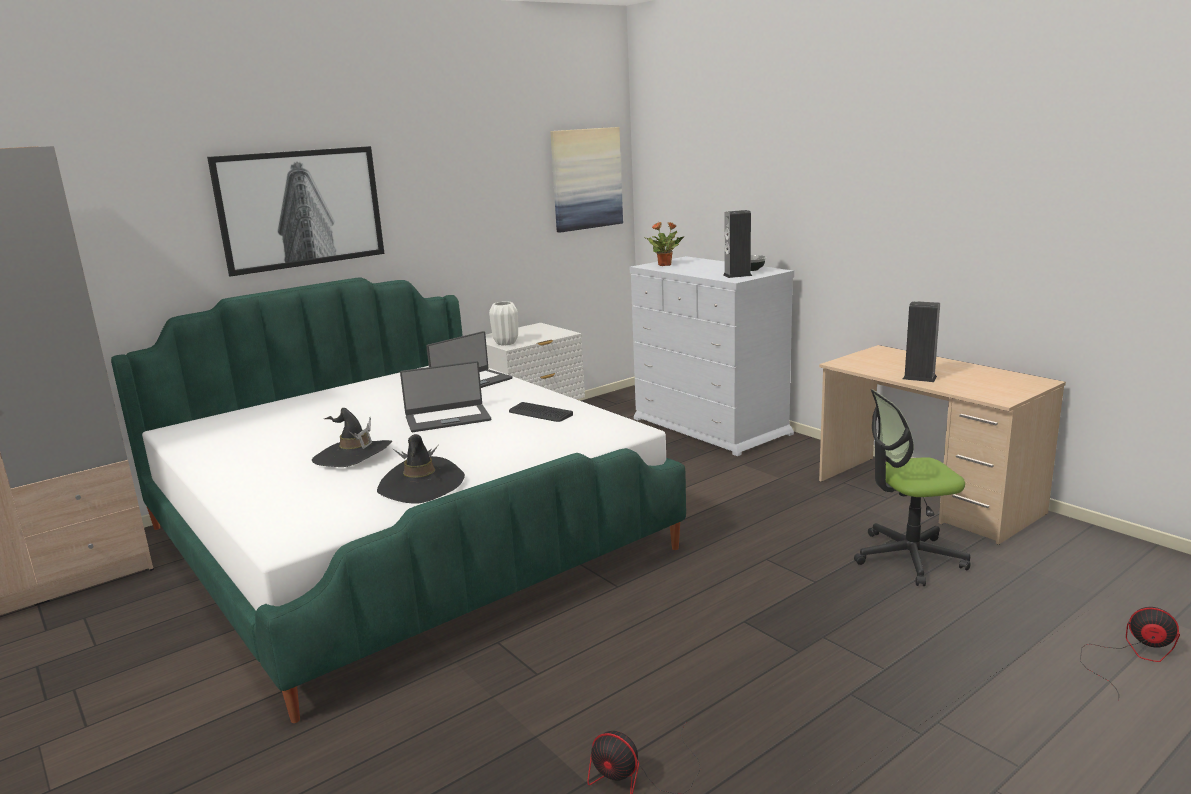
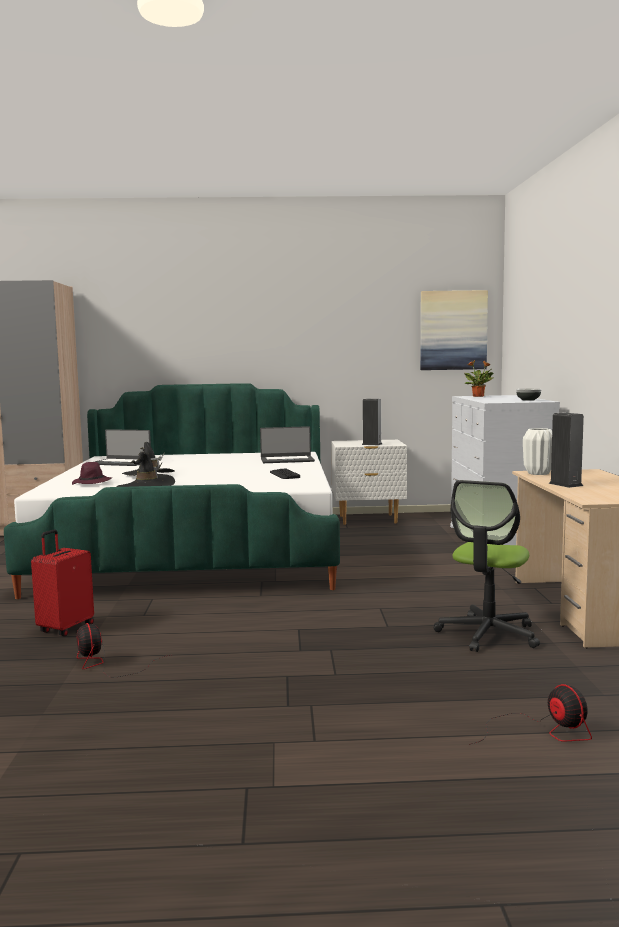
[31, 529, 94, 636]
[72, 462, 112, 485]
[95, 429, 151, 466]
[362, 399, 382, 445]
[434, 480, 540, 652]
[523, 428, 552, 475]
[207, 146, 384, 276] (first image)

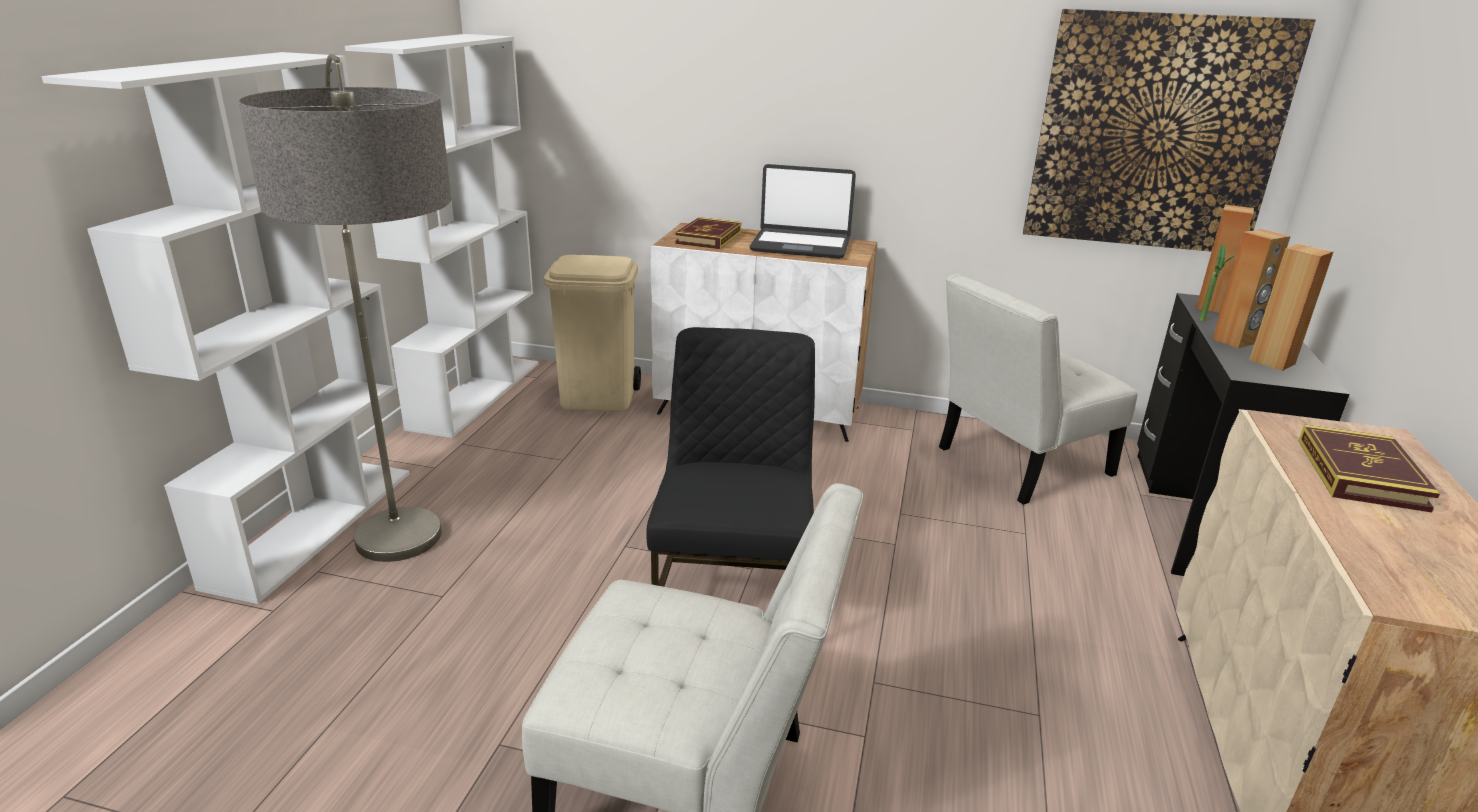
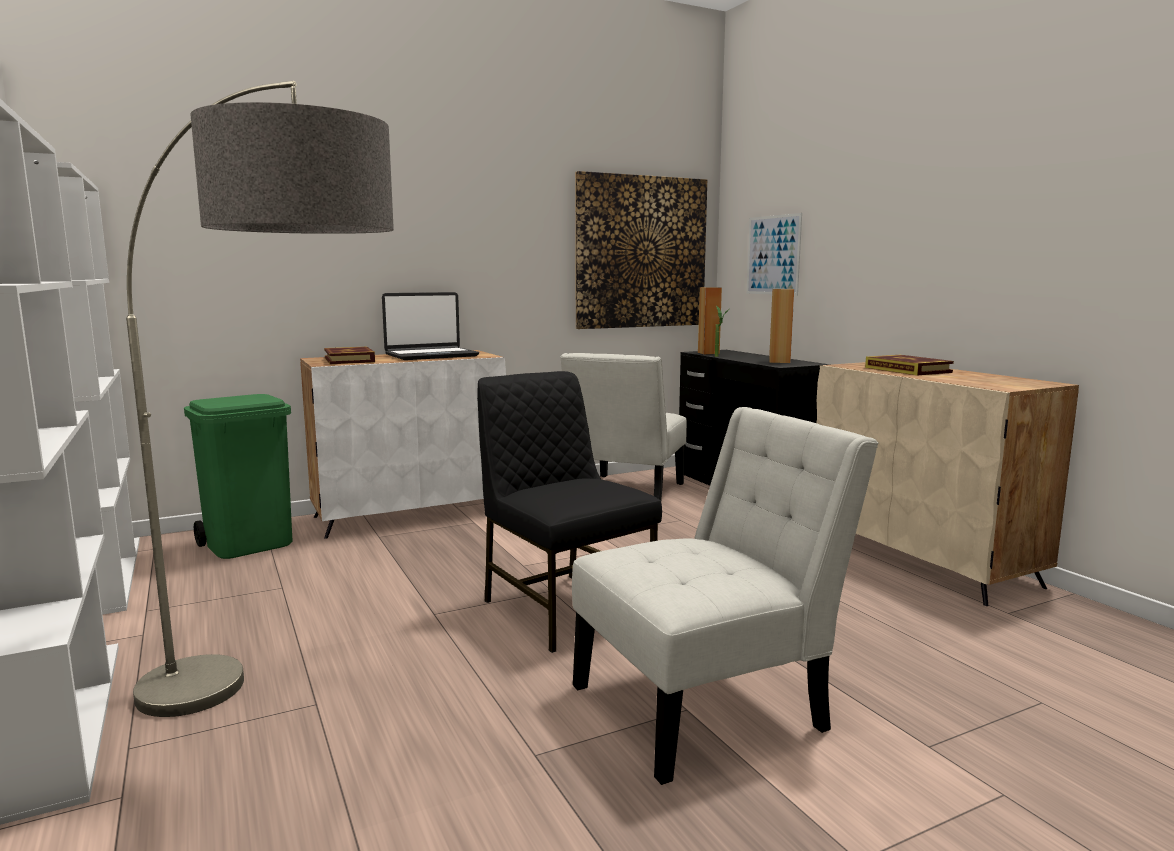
[184, 394, 292, 559]
[747, 213, 802, 295]
[1213, 229, 1291, 348] (first image)

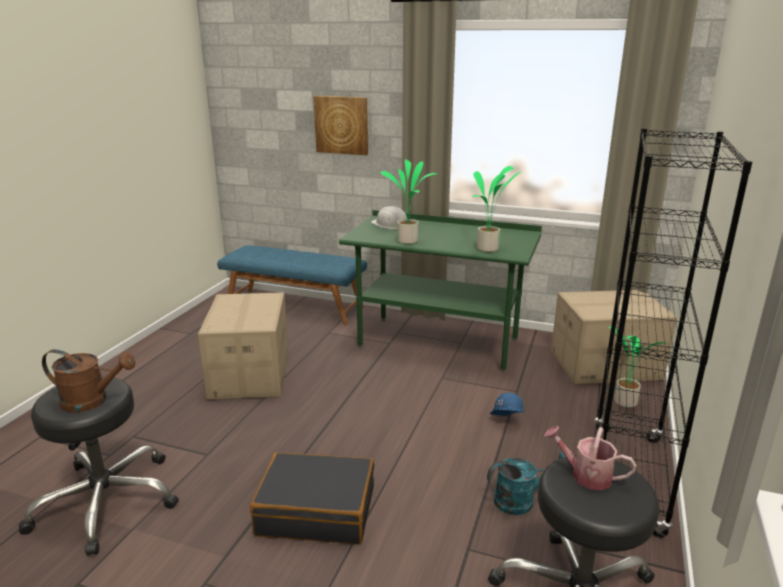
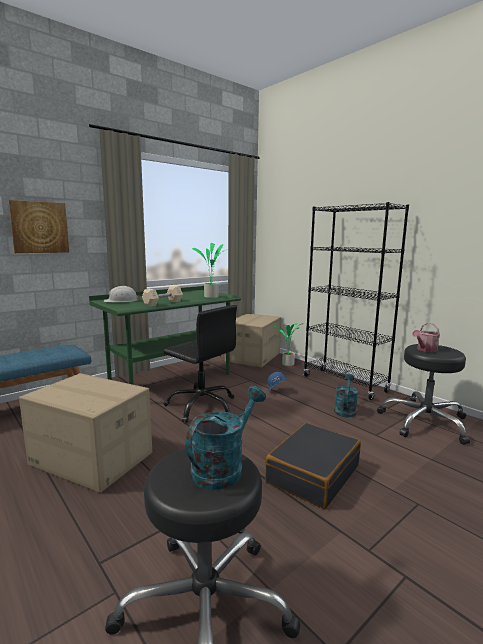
[142, 286, 183, 306]
[163, 305, 237, 423]
[186, 386, 266, 490]

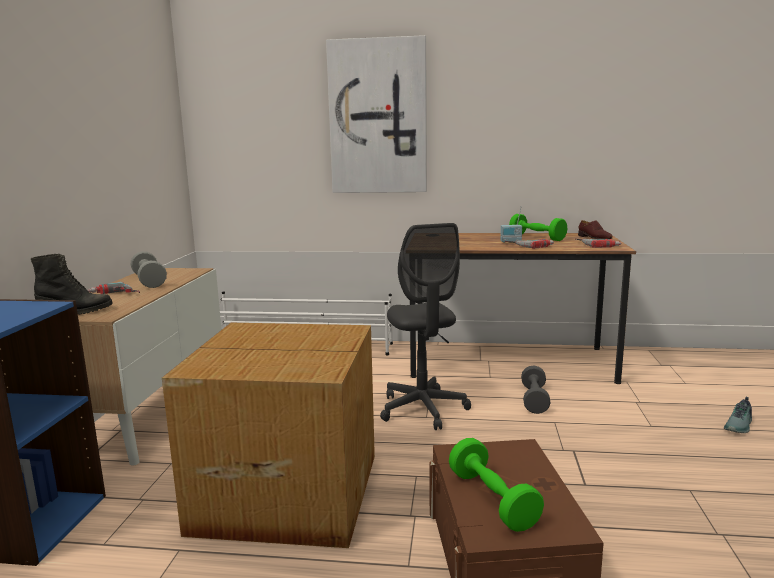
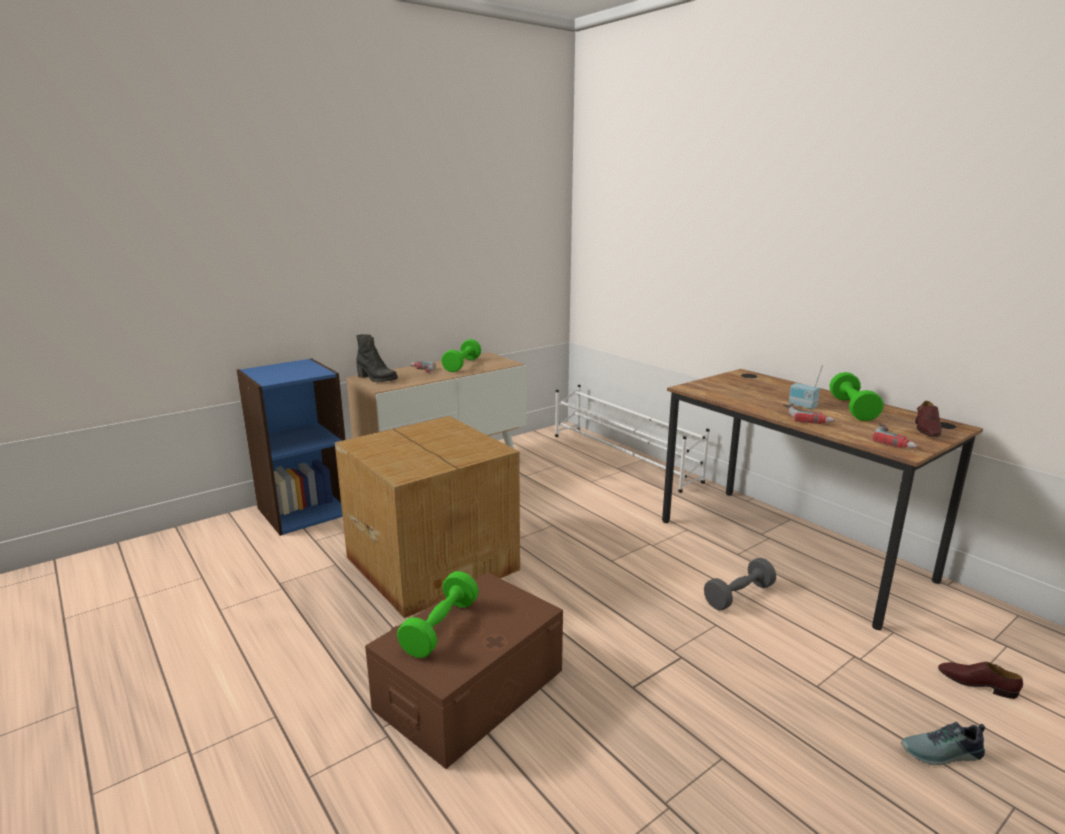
[441, 339, 481, 372]
[938, 662, 1023, 699]
[326, 35, 427, 193] (first image)
[380, 223, 471, 430] (first image)

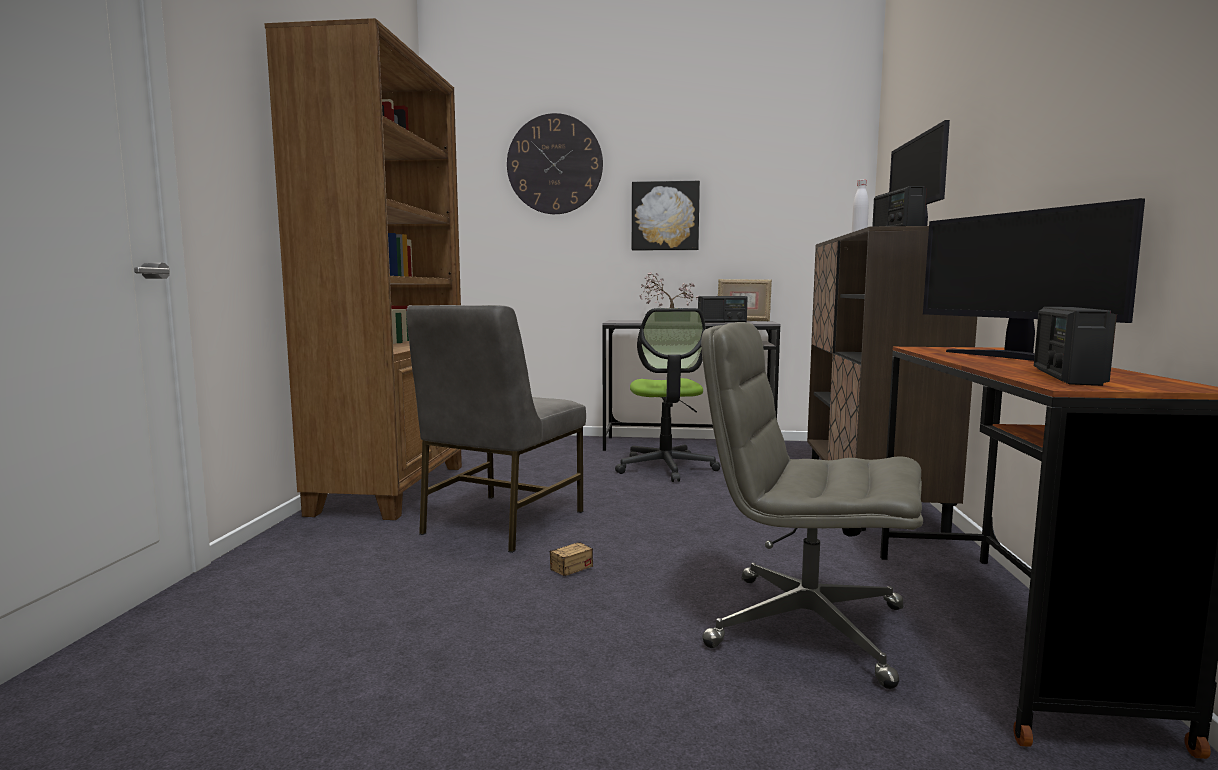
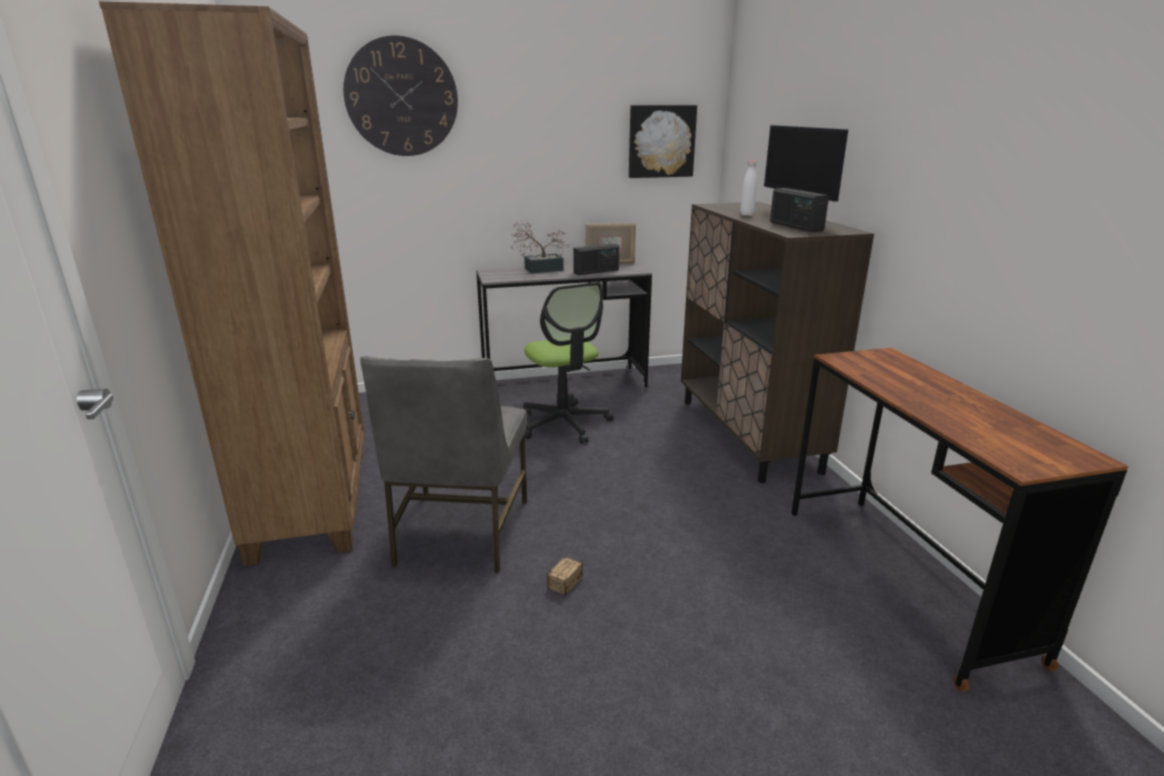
[629, 105, 697, 178]
[701, 322, 923, 689] (first image)
[923, 198, 1145, 361] (first image)
[1034, 307, 1117, 386] (first image)

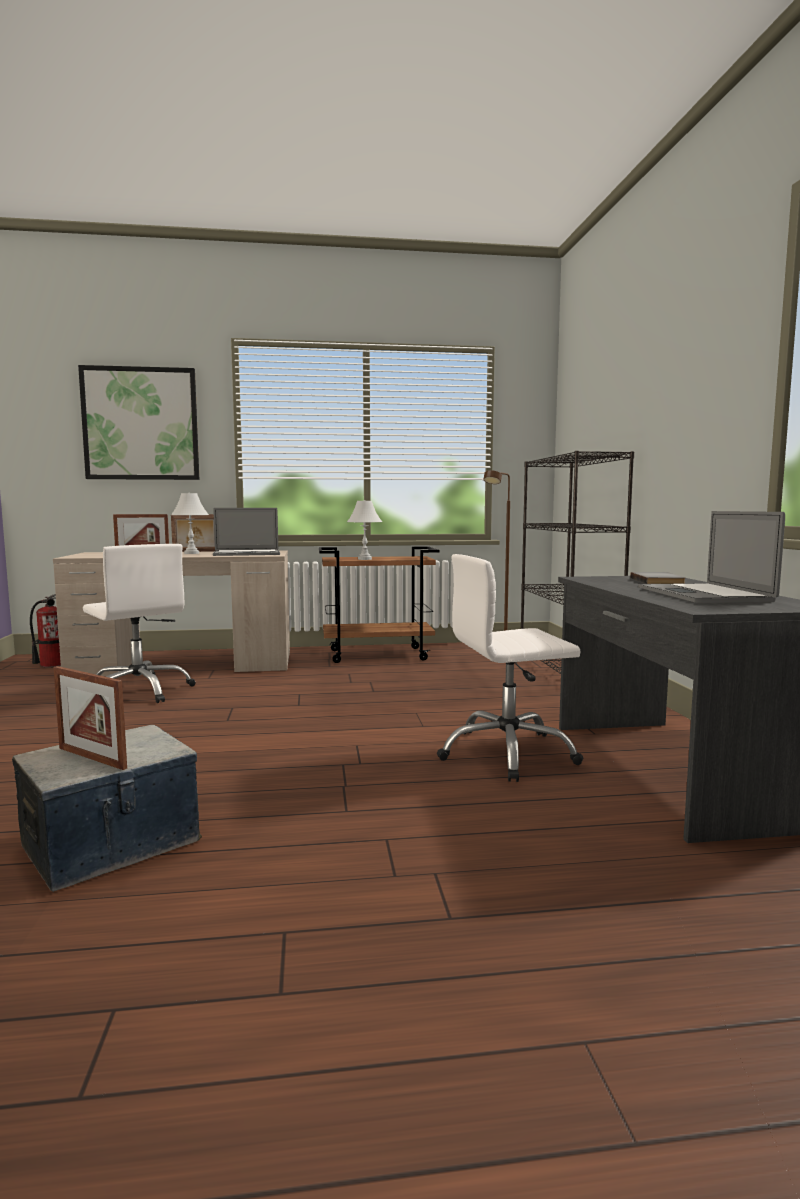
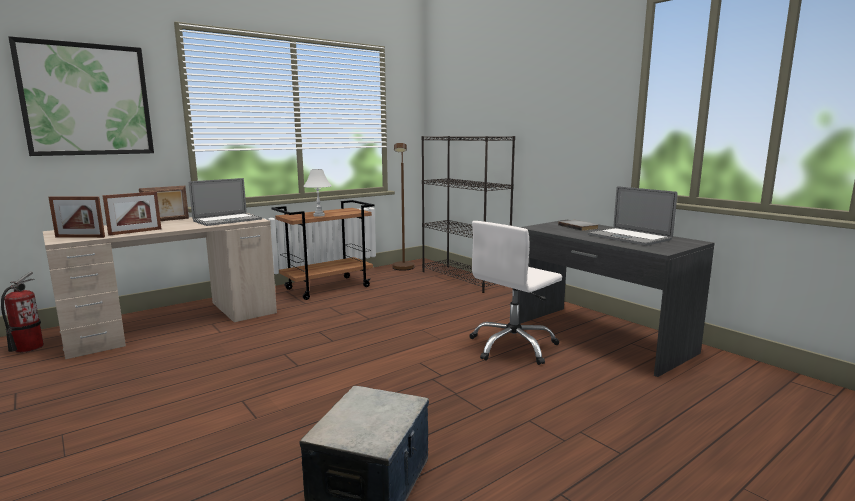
[49, 196, 105, 238]
[83, 544, 196, 703] (first image)
[171, 493, 209, 554] (first image)

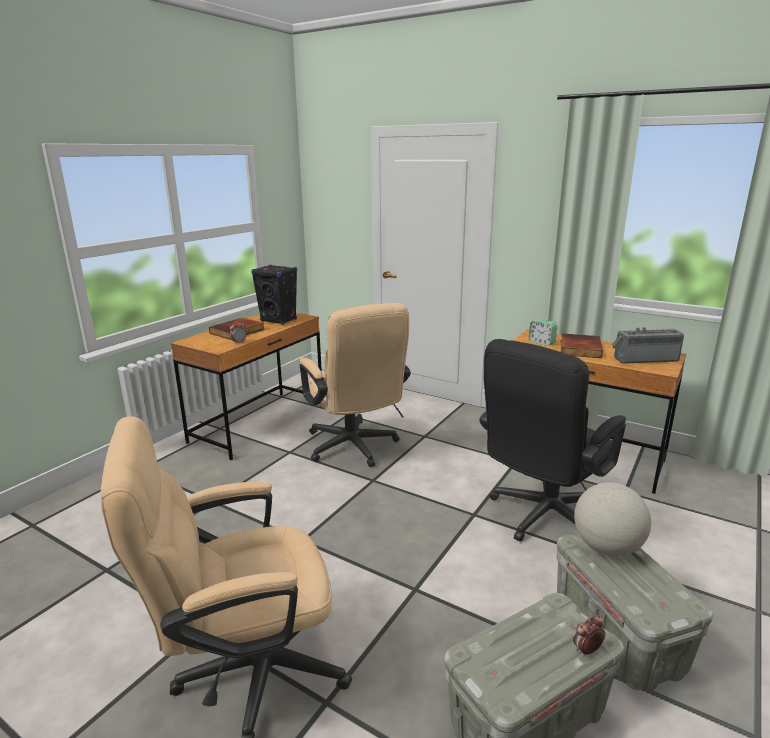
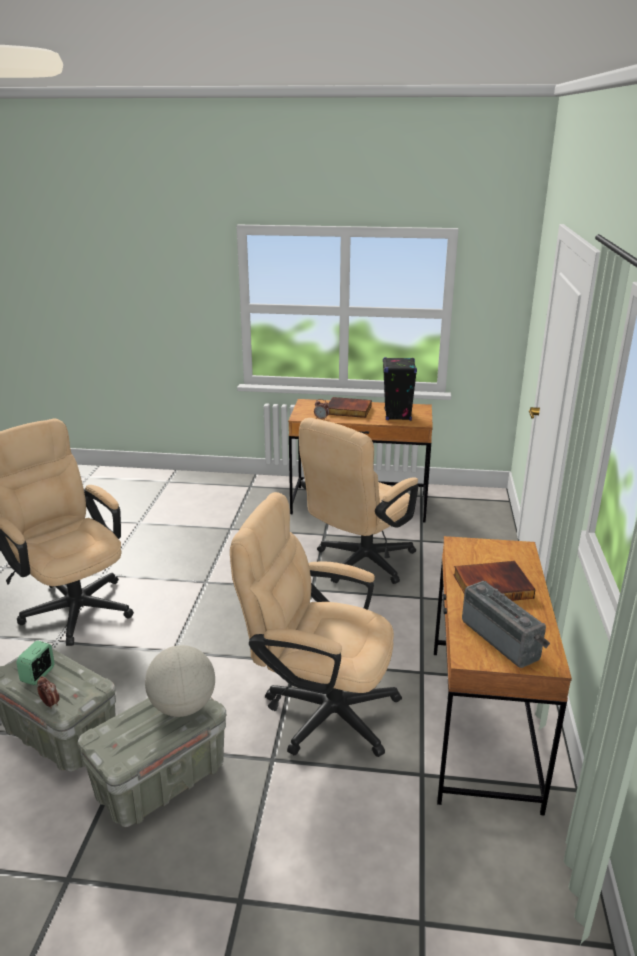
[16, 640, 55, 685]
[230, 492, 402, 757]

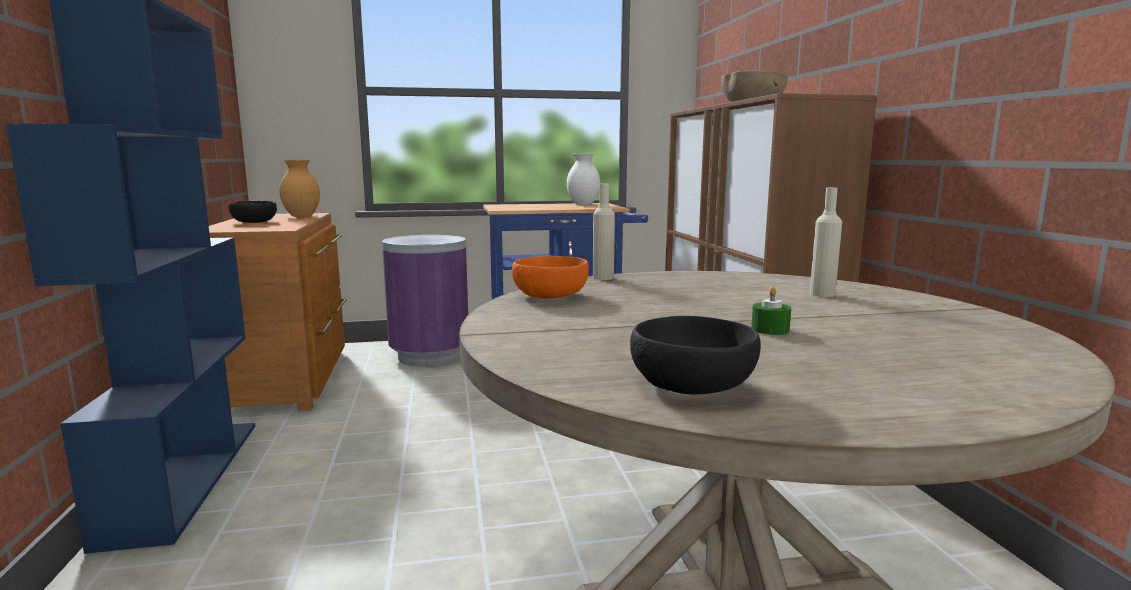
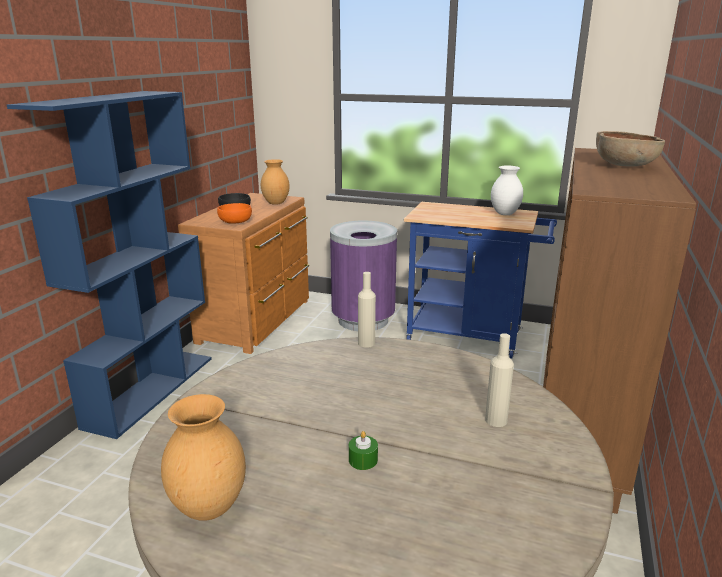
[161, 394, 246, 521]
[217, 203, 252, 224]

